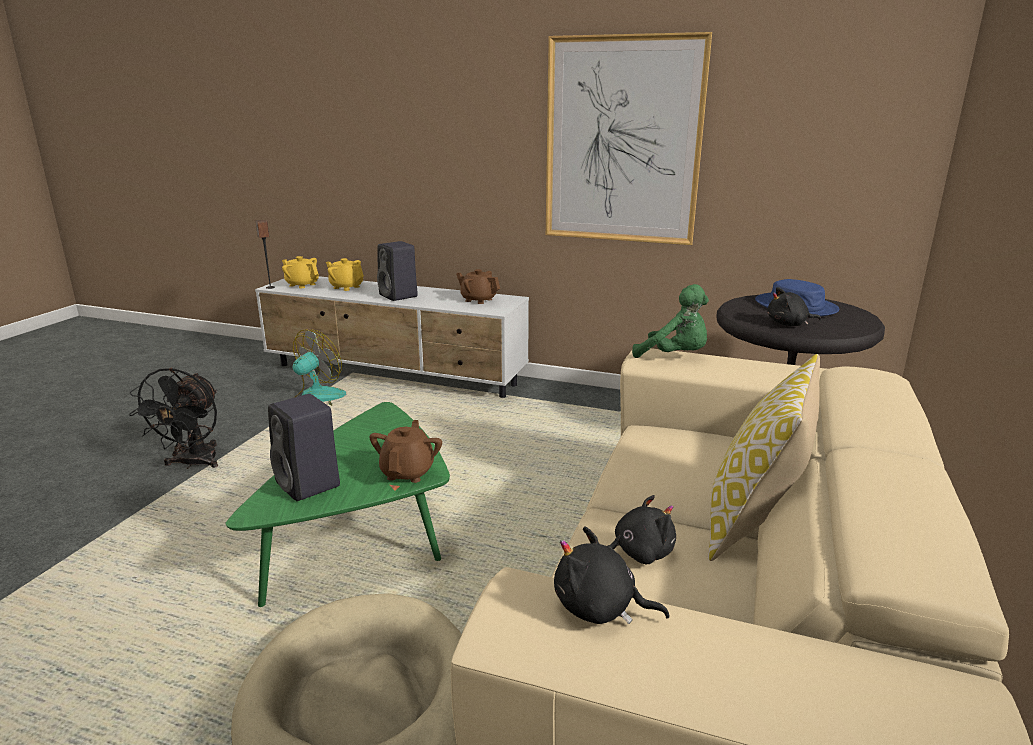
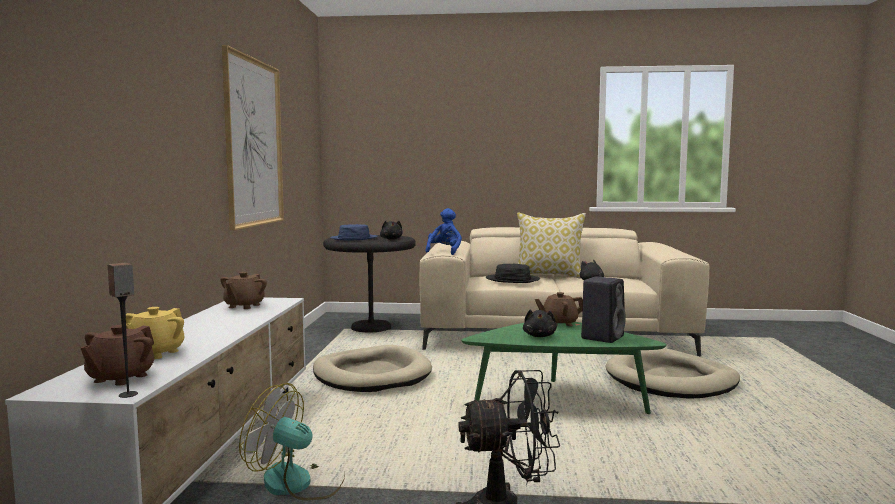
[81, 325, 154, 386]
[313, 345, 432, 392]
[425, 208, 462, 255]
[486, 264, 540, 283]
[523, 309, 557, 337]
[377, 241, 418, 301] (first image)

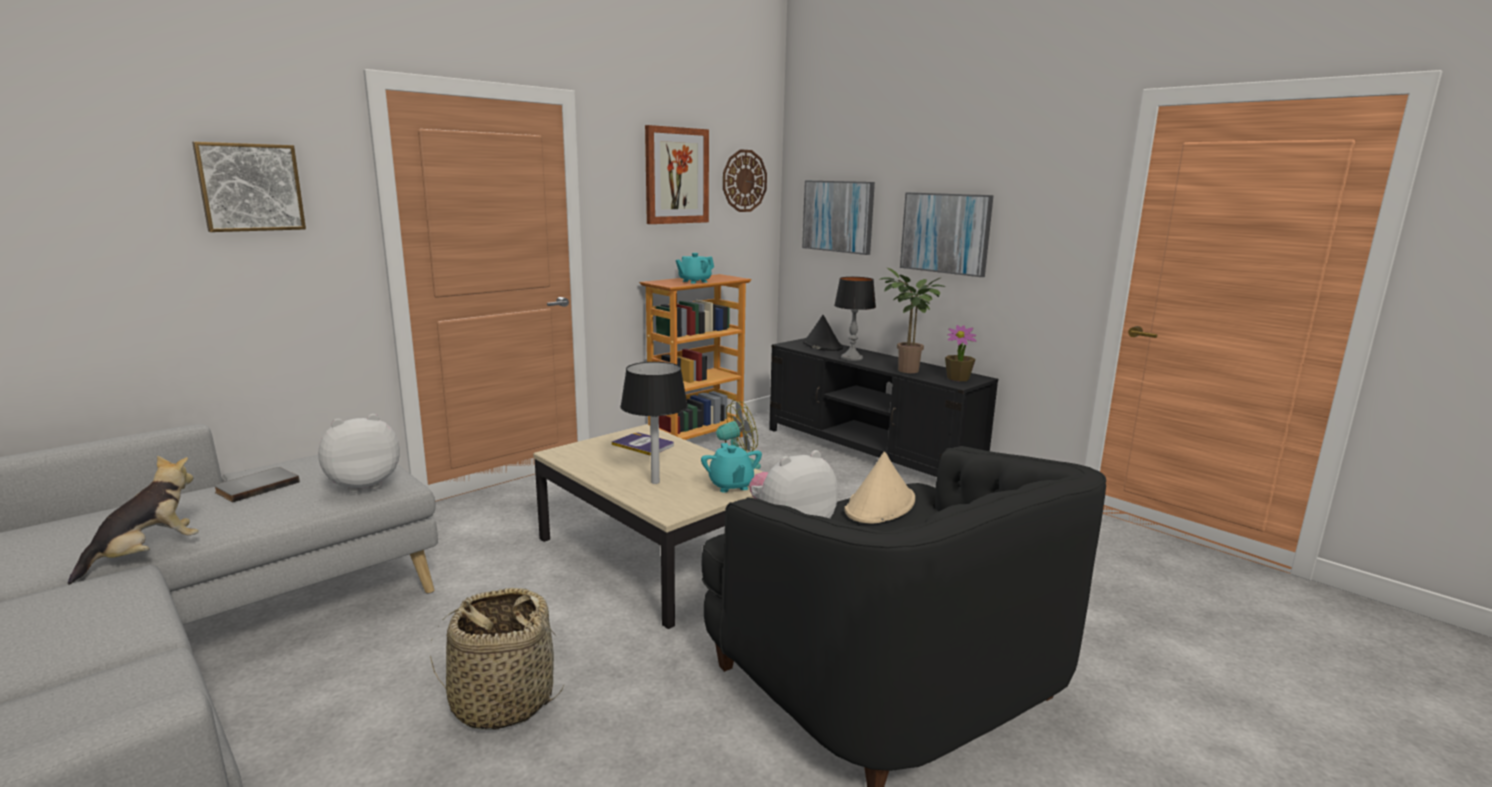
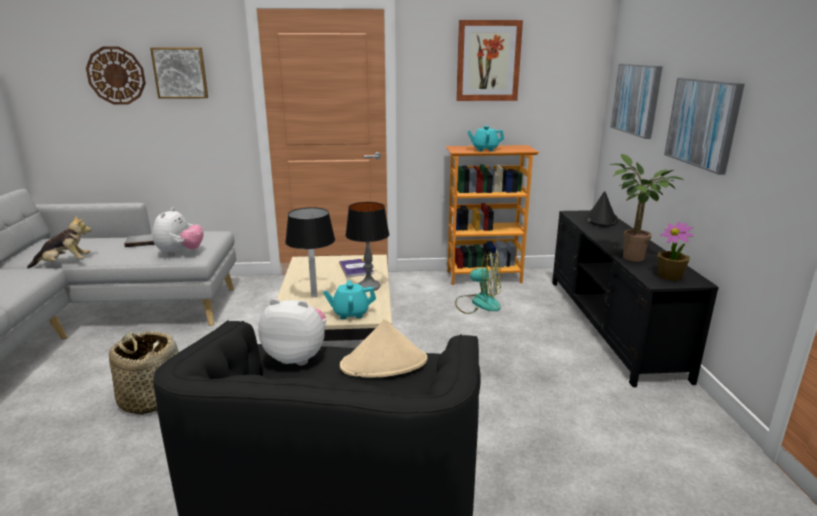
[86, 46, 146, 105]
[153, 208, 204, 256]
[323, 280, 376, 319]
[345, 202, 389, 291]

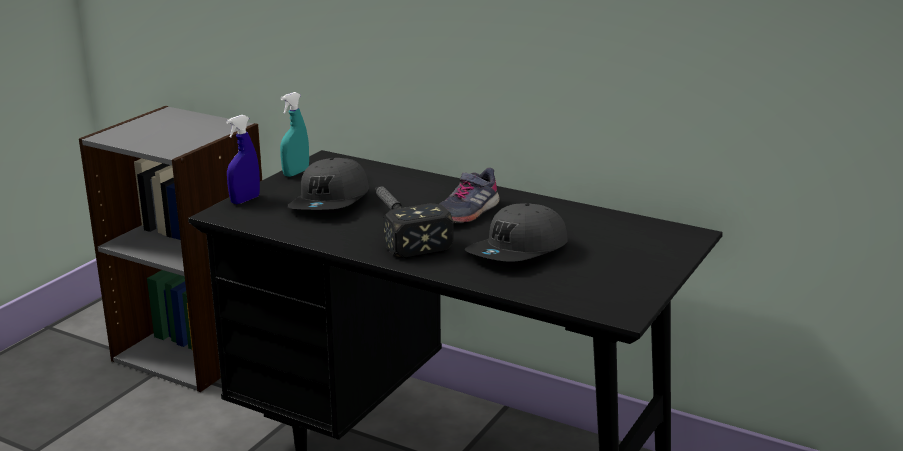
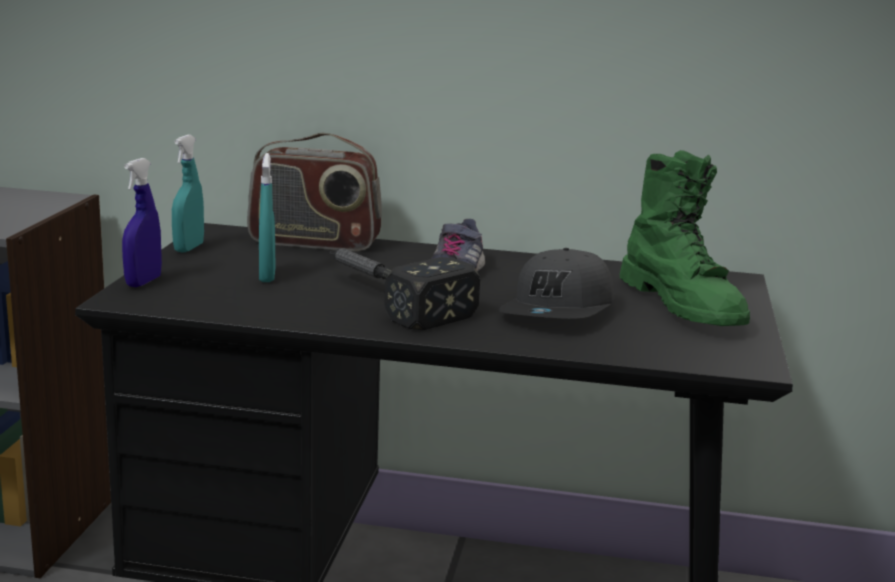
[247, 133, 382, 251]
[259, 153, 275, 282]
[620, 150, 750, 326]

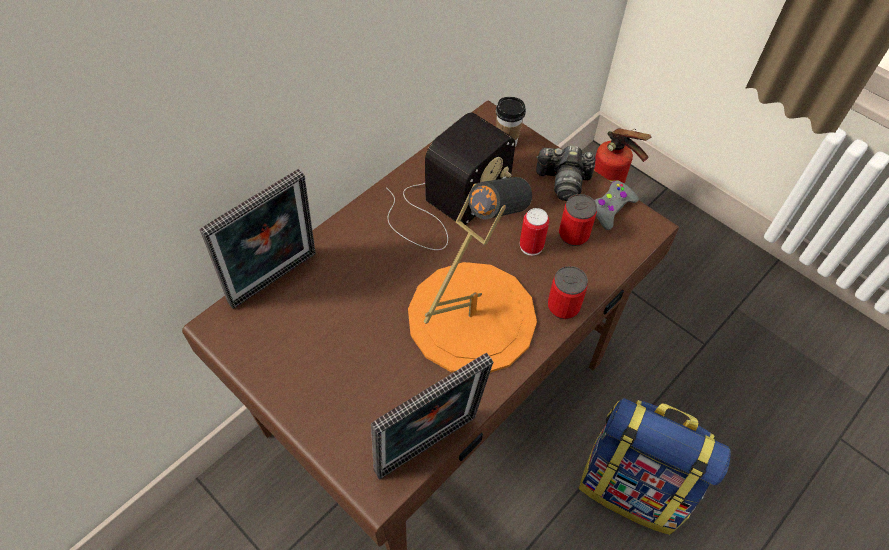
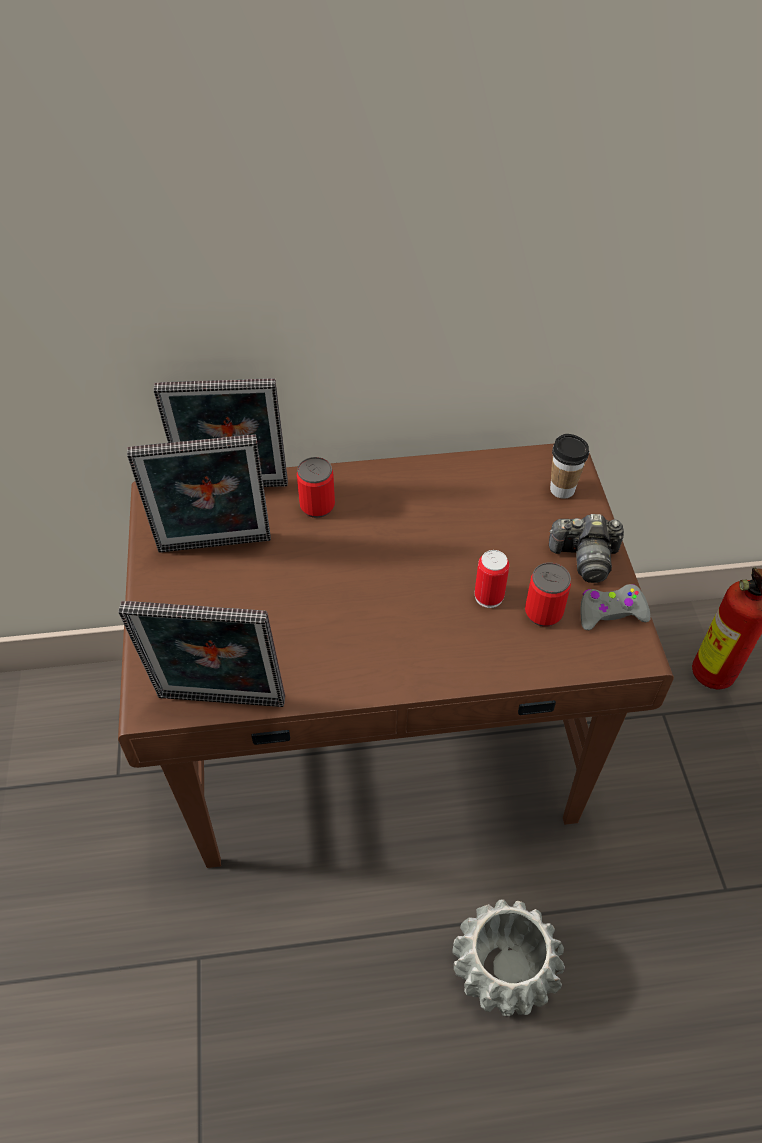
[127, 434, 271, 553]
[297, 457, 335, 518]
[453, 899, 565, 1016]
[549, 514, 624, 583]
[386, 112, 515, 250] (first image)
[408, 177, 537, 373] (first image)

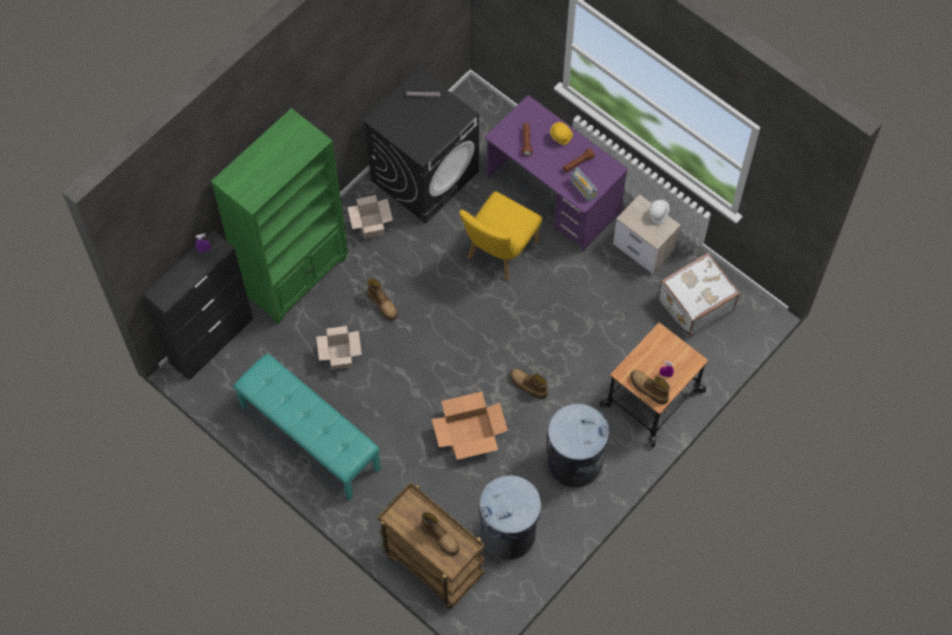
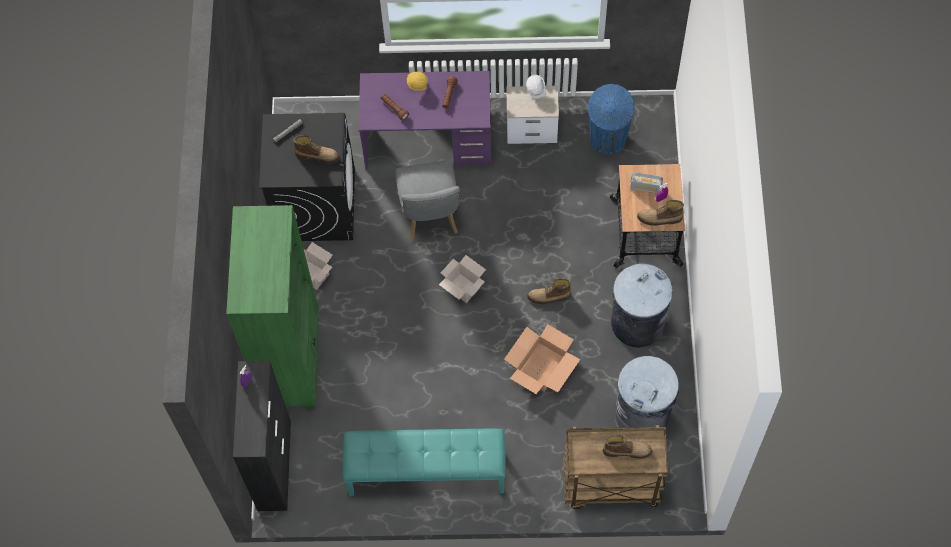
[293, 135, 340, 163]
[395, 160, 460, 240]
[439, 255, 486, 303]
[588, 84, 635, 155]
[630, 172, 663, 194]

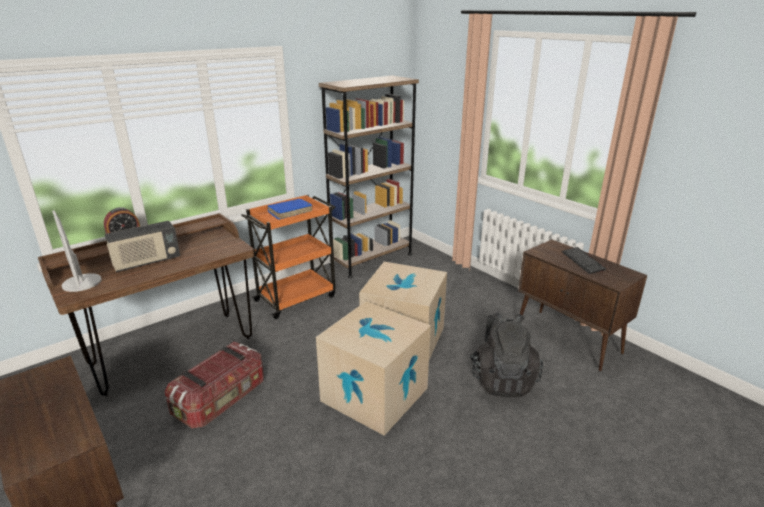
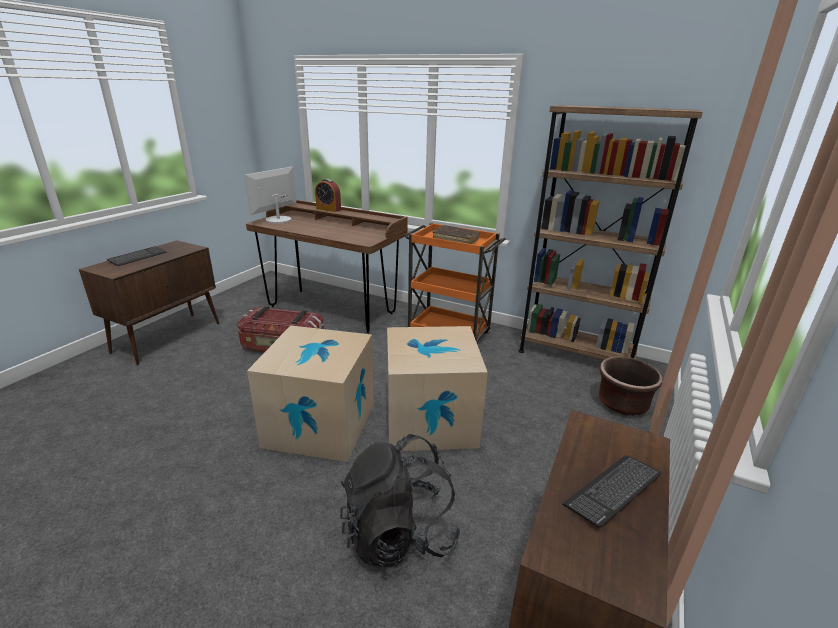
[107, 246, 166, 266]
[433, 225, 480, 244]
[599, 356, 662, 416]
[105, 221, 180, 272] (first image)

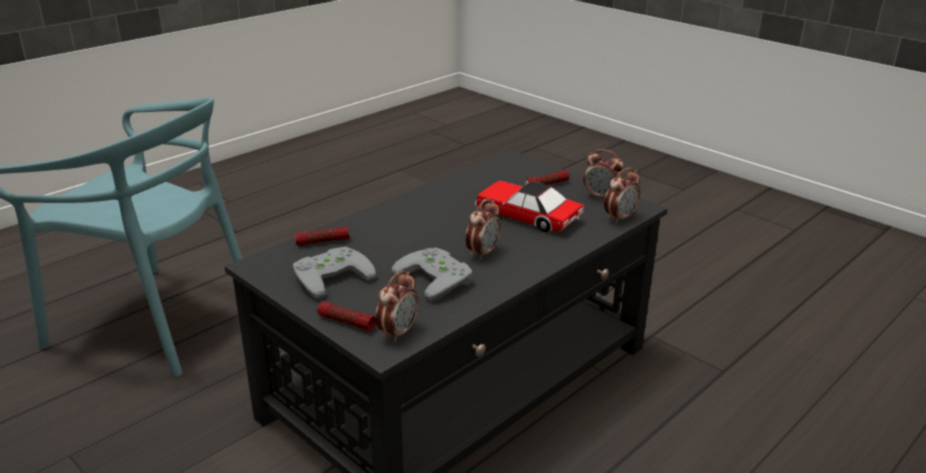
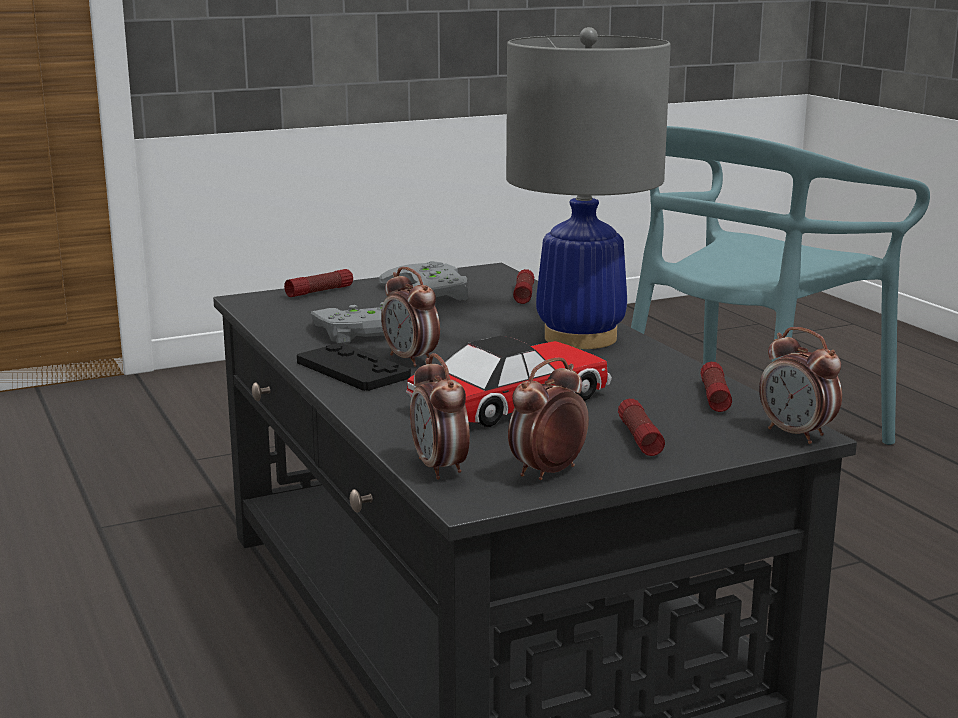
[297, 343, 411, 391]
[506, 27, 671, 349]
[700, 362, 732, 412]
[759, 327, 842, 444]

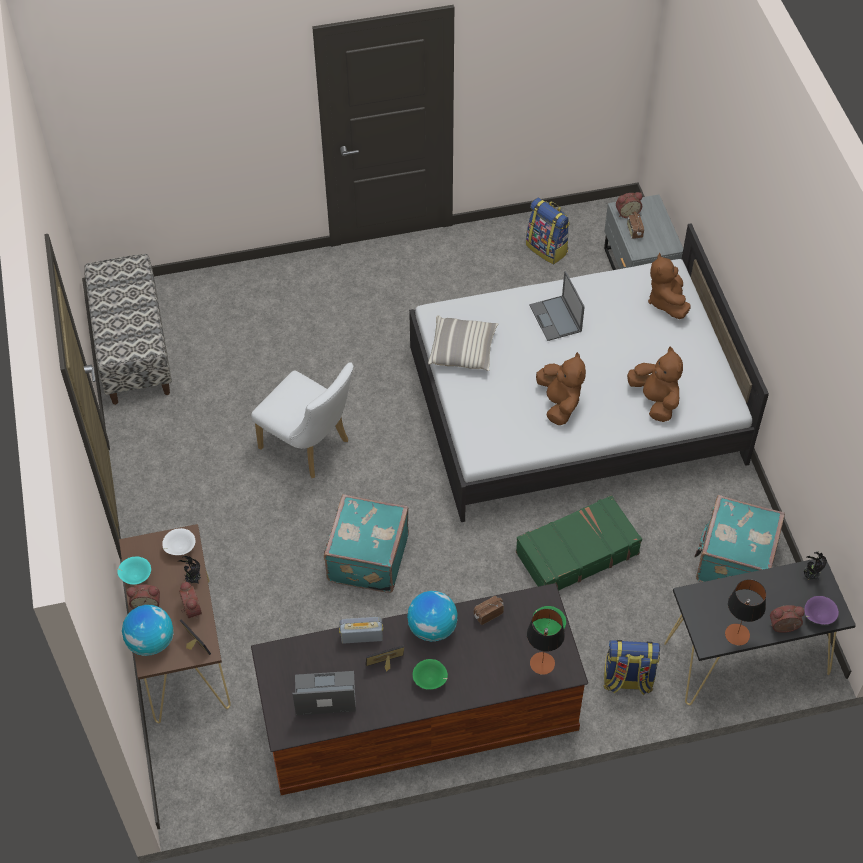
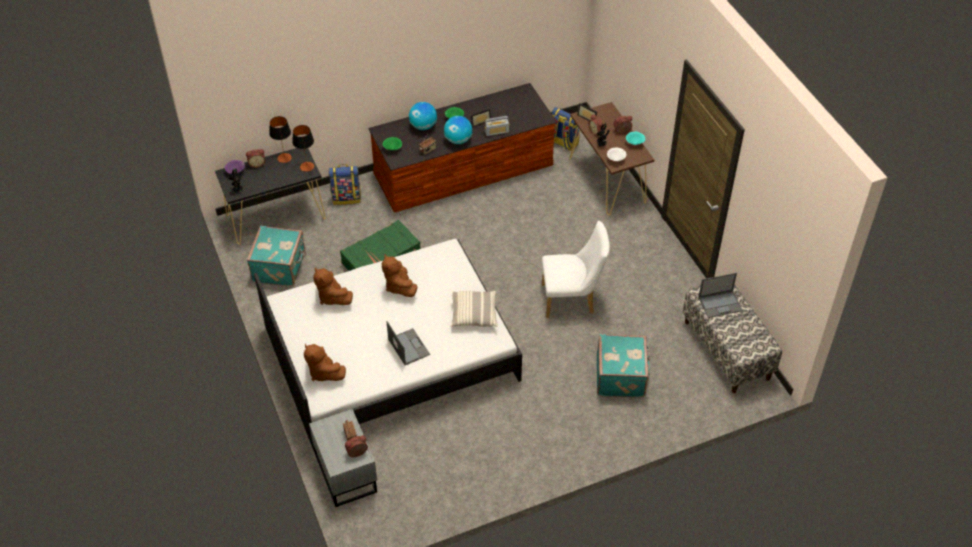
[292, 125, 314, 172]
[304, 344, 346, 381]
[409, 102, 437, 130]
[542, 221, 610, 318]
[552, 107, 579, 151]
[597, 334, 650, 397]
[698, 273, 743, 318]

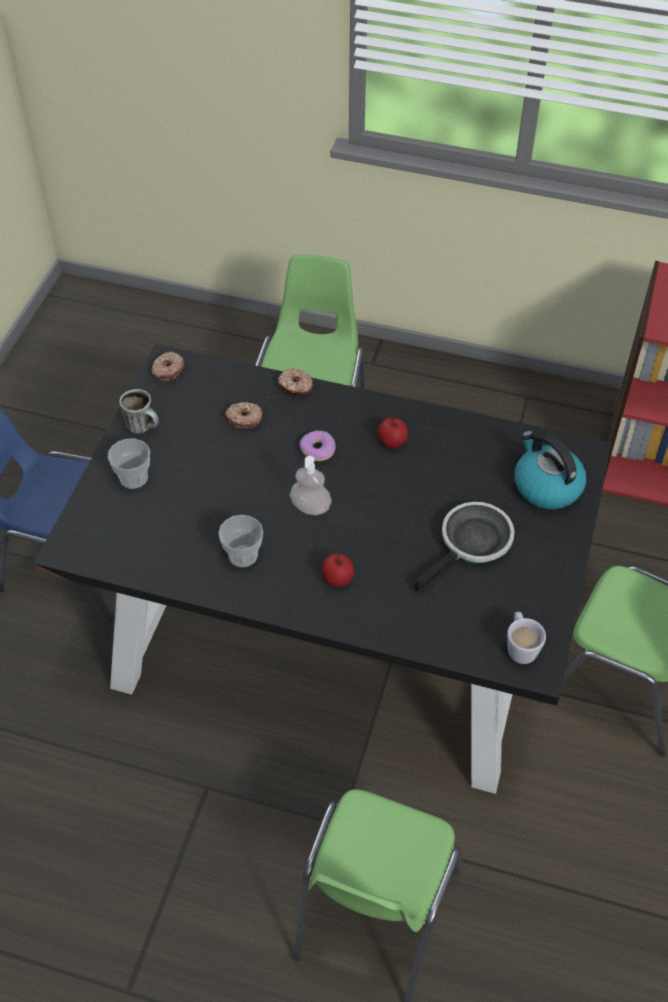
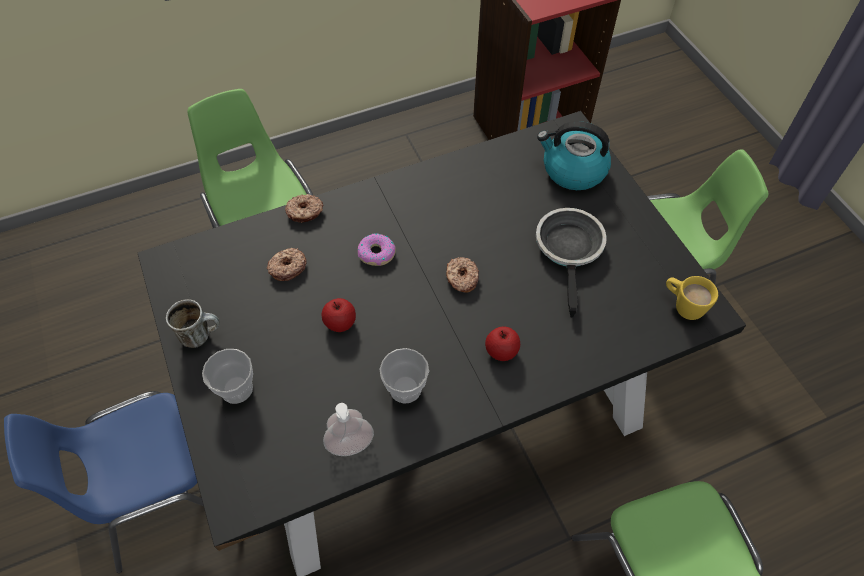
[321, 298, 356, 332]
[323, 403, 374, 456]
[446, 257, 479, 293]
[666, 276, 718, 320]

